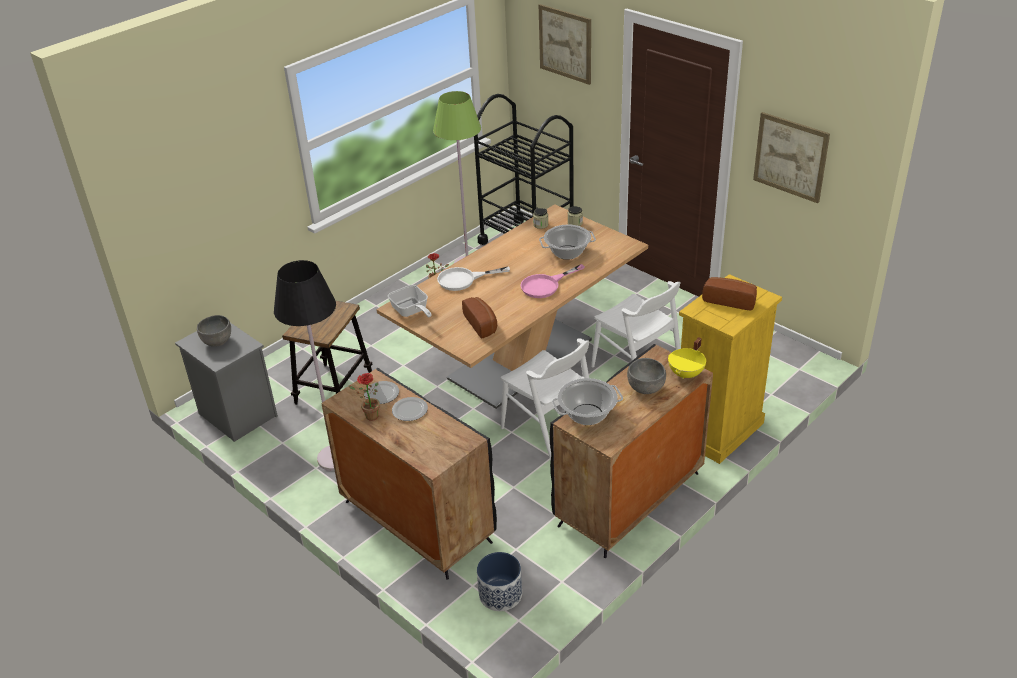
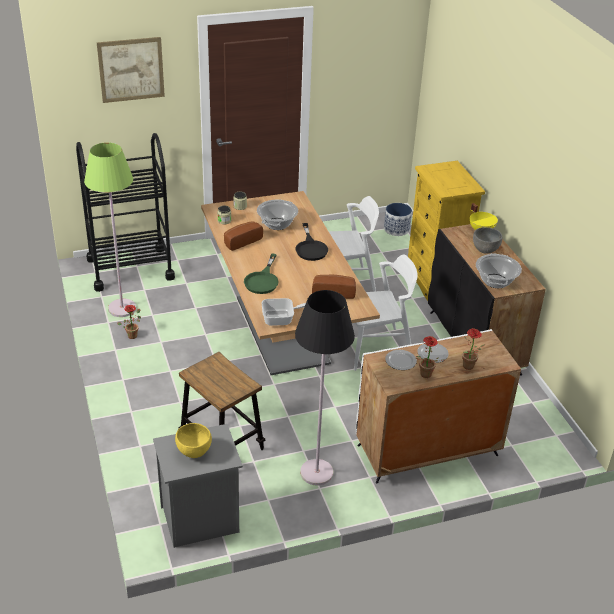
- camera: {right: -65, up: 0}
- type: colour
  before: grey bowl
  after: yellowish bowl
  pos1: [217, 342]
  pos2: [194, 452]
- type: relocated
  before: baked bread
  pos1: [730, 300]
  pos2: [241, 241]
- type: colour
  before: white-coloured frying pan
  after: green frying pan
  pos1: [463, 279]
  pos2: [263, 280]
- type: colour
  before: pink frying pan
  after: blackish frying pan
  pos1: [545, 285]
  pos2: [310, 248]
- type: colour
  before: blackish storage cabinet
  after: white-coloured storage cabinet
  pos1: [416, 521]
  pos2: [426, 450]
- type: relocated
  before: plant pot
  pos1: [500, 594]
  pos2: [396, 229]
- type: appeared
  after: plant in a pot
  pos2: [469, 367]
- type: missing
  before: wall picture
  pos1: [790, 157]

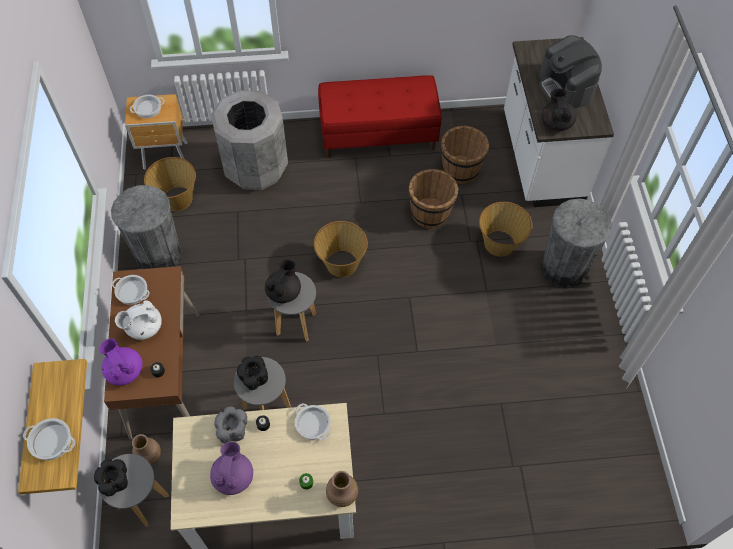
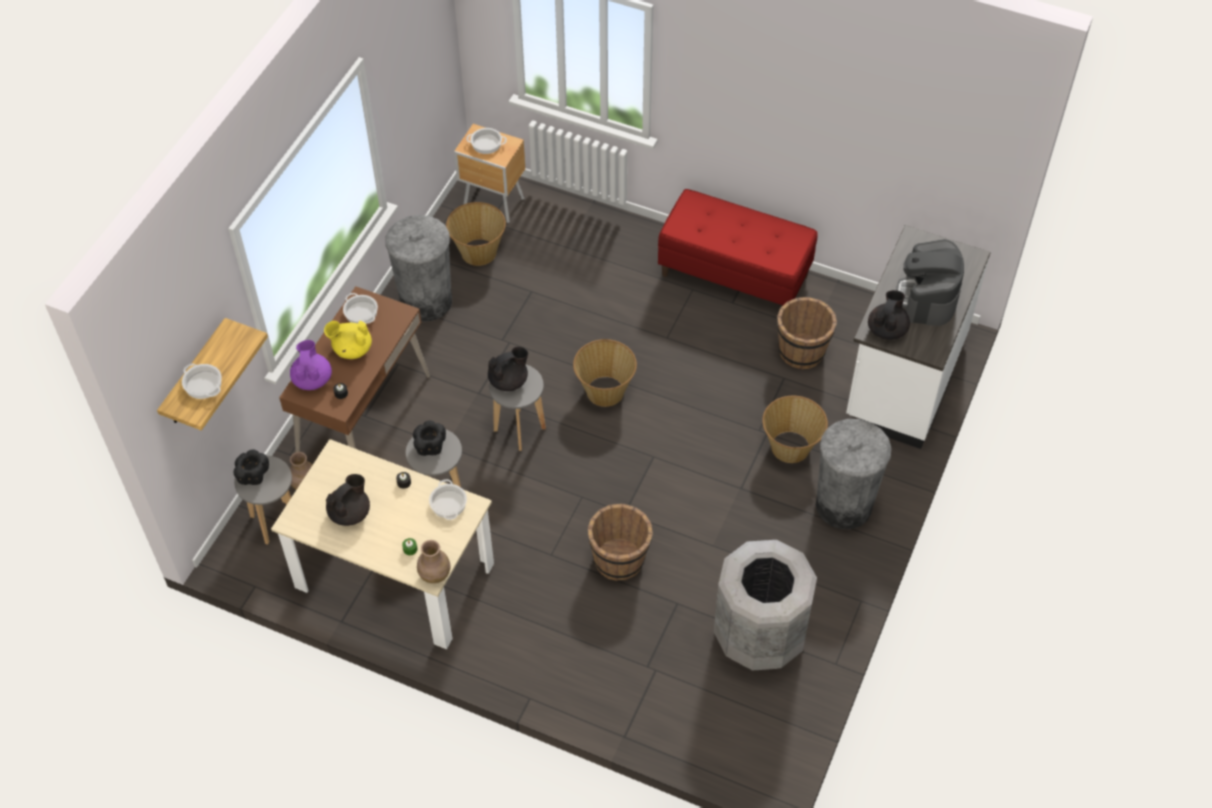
- camera: {right: 30, up: -5}
- type: colour
  before: white-coloured tea pot
  after: yellowish tea pot
  pos1: [143, 327]
  pos2: [352, 349]
- type: colour
  before: purple-coloured tea pot
  after: blackish tea pot
  pos1: [233, 476]
  pos2: [350, 513]
- type: relocated
  before: brown pail
  pos1: [430, 213]
  pos2: [619, 560]
- type: relocated
  before: grey trash can
  pos1: [256, 168]
  pos2: [760, 635]
- type: missing
  before: grey bowl
  pos1: [232, 429]

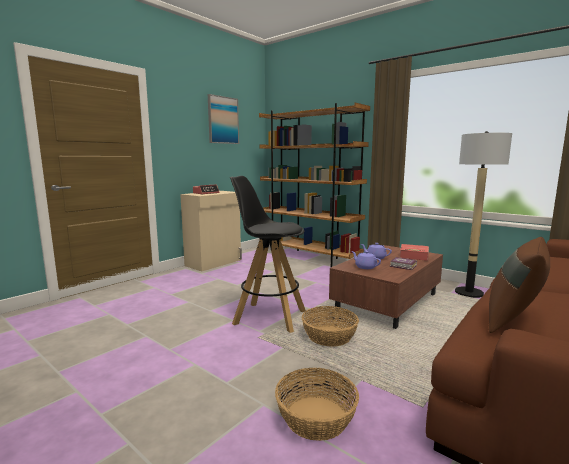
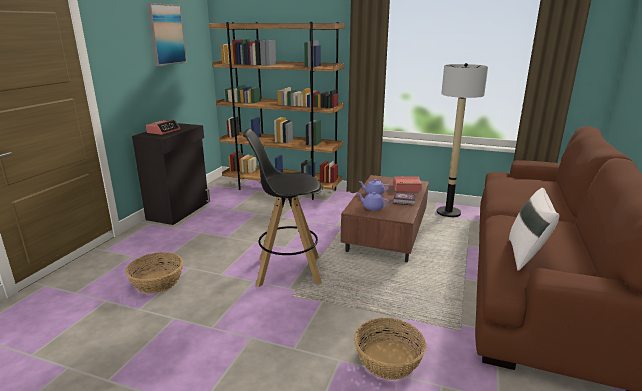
- camera: {right: -20, up: 10}
- type: relocated
  before: storage basket
  pos1: [329, 336]
  pos2: [157, 282]
- type: colour
  before: sand-coloured storage cabinet
  after: blackish storage cabinet
  pos1: [214, 263]
  pos2: [180, 210]
- type: colour
  before: brown cushion
  after: white-coloured cushion
  pos1: [513, 321]
  pos2: [526, 256]

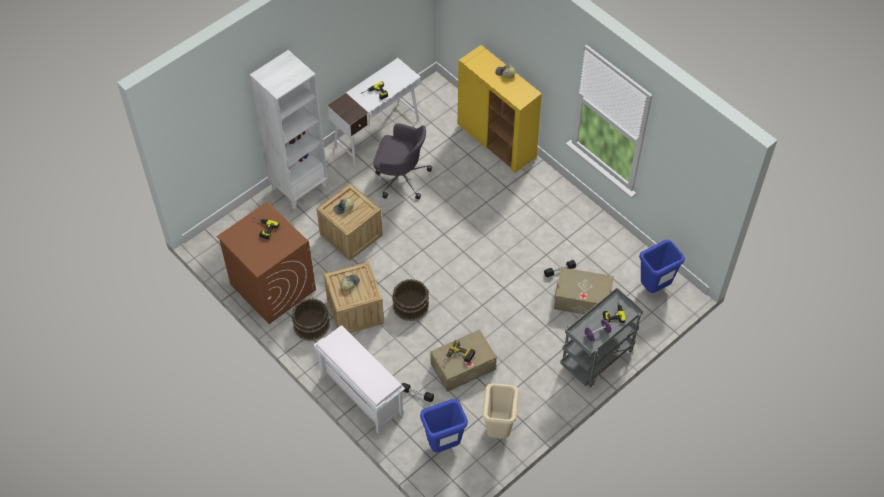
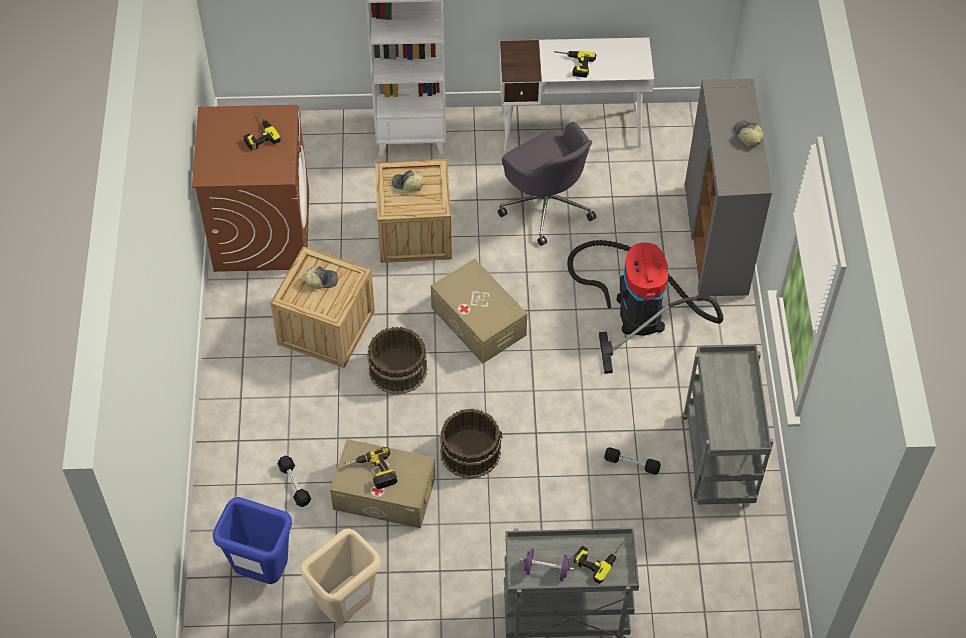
- camera: {right: 40, up: 0}
- type: relocated
  before: sand-coloured storage container
  pos1: [582, 299]
  pos2: [478, 321]
- type: relocated
  before: brown pail
  pos1: [311, 324]
  pos2: [470, 451]
- type: appeared
  after: vacuum cleaner
  pos2: [637, 308]
- type: appeared
  after: grey cart
  pos2: [719, 461]
- type: colour
  before: yellowish storage cabinet
  after: grey storage cabinet
  pos1: [497, 141]
  pos2: [716, 241]
- type: missing
  before: white-coloured long seat
  pos1: [360, 394]
- type: missing
  before: bluish trash can
  pos1: [654, 287]

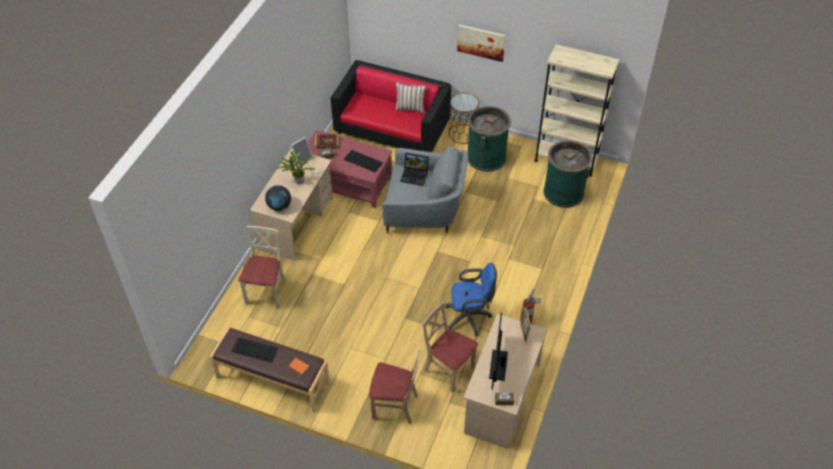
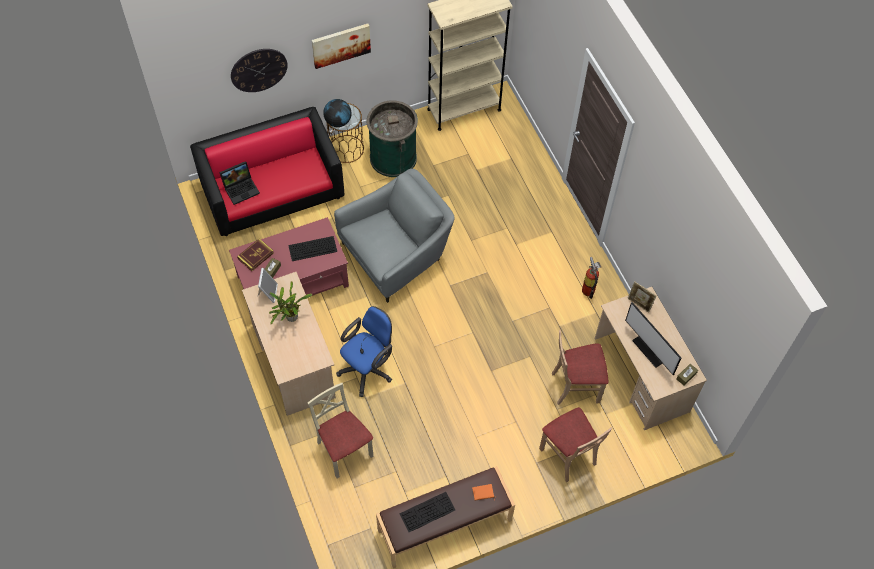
- camera: {right: -45, up: 10}
- type: relocated
  before: notebook computer
  pos1: [415, 175]
  pos2: [241, 188]
- type: appeared
  after: wall clock
  pos2: [259, 70]
- type: relocated
  before: world globe
  pos1: [279, 206]
  pos2: [338, 121]
- type: relocated
  before: bluish computer chair
  pos1: [469, 317]
  pos2: [368, 368]
- type: spun
  before: sand-coloured upright chair
  pos1: [395, 406]
  pos2: [568, 455]
  turn: 90
- type: missing
  before: cushion
  pos1: [410, 108]
- type: missing
  before: green trash can
  pos1: [563, 192]

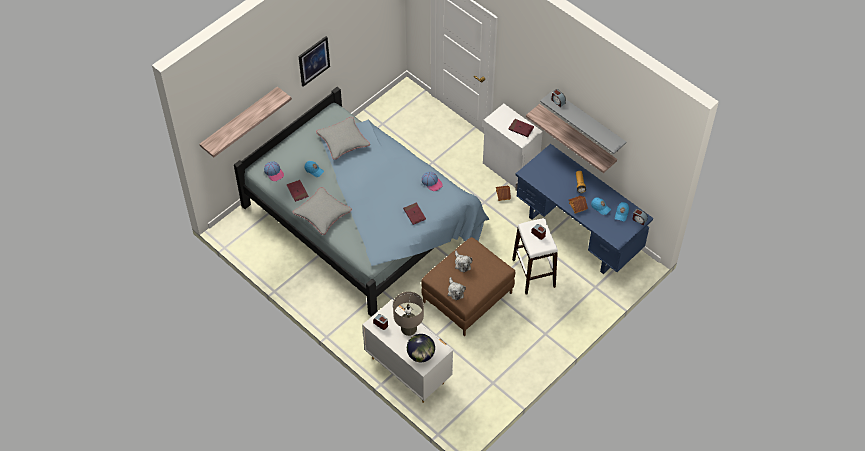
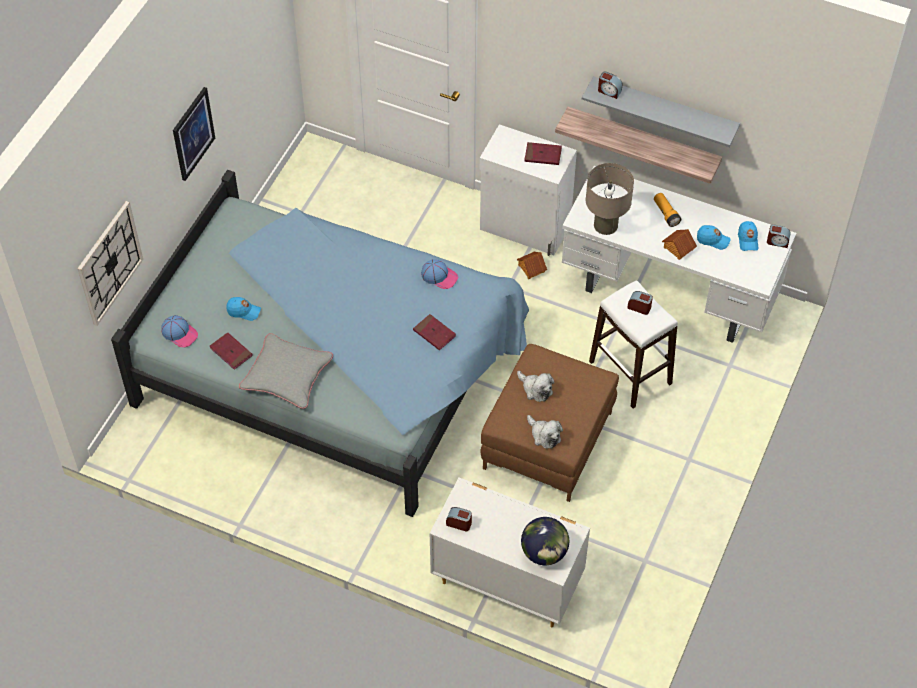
- camera: {right: -20, up: 0}
- type: exchanged
  before: wall shelf
  after: wall clock
  pos1: [240, 121]
  pos2: [109, 263]
- type: colour
  before: bluish desk unit
  after: white-coloured desk unit
  pos1: [578, 234]
  pos2: [669, 294]
- type: relocated
  before: sand-coloured tabletop lamp
  pos1: [408, 328]
  pos2: [605, 225]
- type: missing
  before: grey cushion
  pos1: [343, 141]

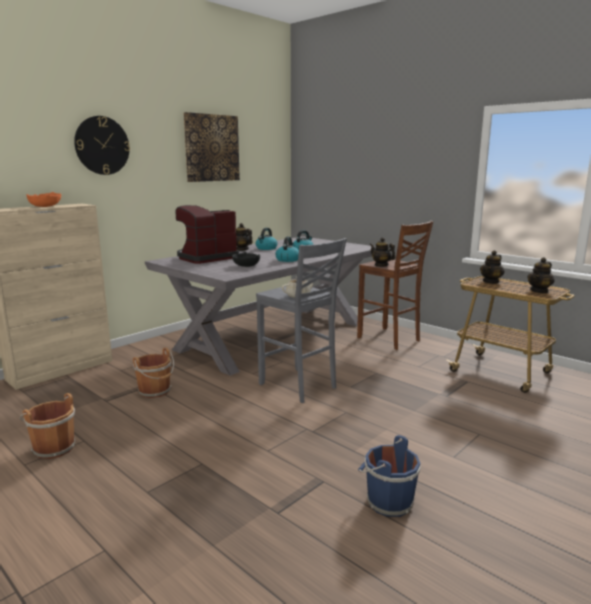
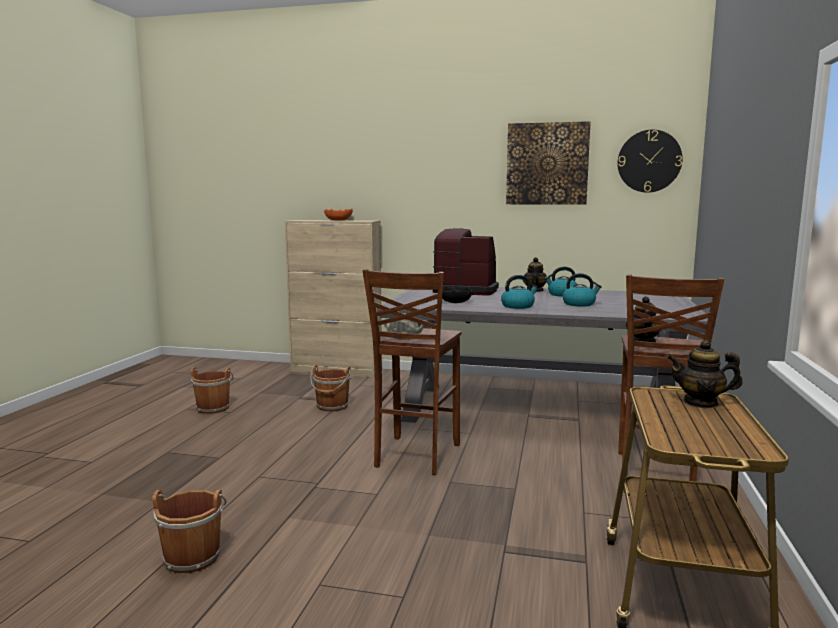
- camera: {right: 60, up: -5}
- type: colour
  before: bluish pail
  after: brown pail
  pos1: [387, 502]
  pos2: [192, 556]
- type: colour
  before: grey sitting stool
  after: brown sitting stool
  pos1: [299, 386]
  pos2: [415, 456]
- type: relocated
  before: wall clock
  pos1: [102, 145]
  pos2: [649, 161]
- type: missing
  before: tea pot
  pos1: [539, 291]

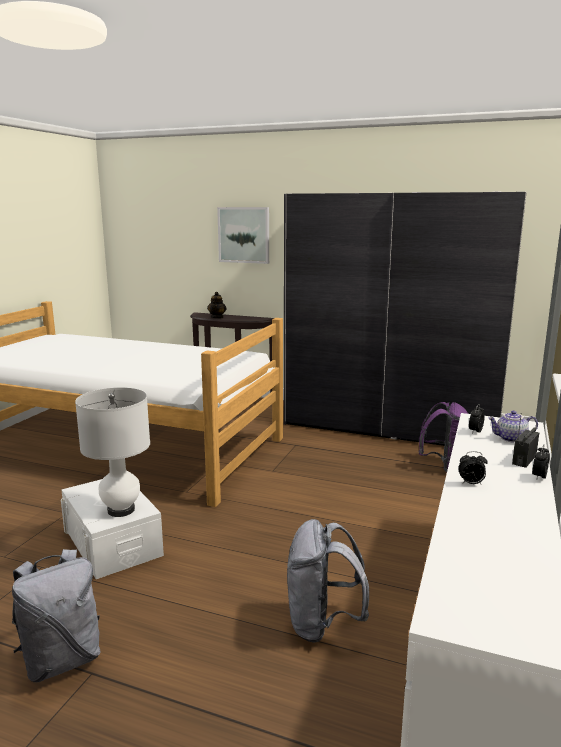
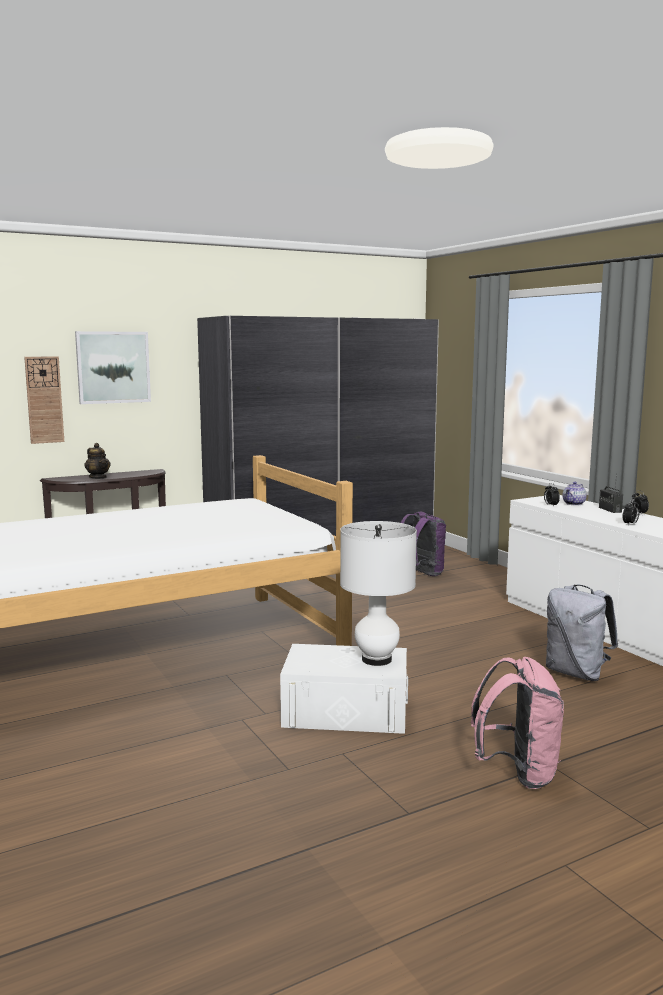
- camera: {right: -50, up: -5}
- type: appeared
  after: wall clock
  pos2: [44, 400]
- type: colour
  before: grey backpack
  after: pink backpack
  pos1: [62, 660]
  pos2: [518, 773]

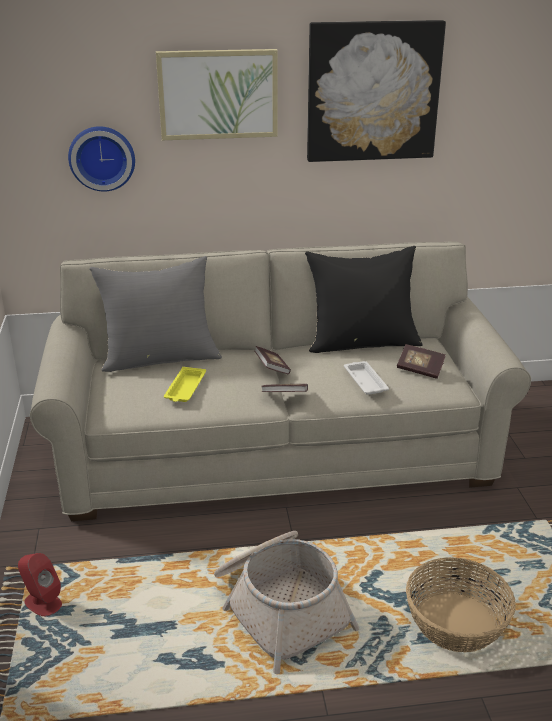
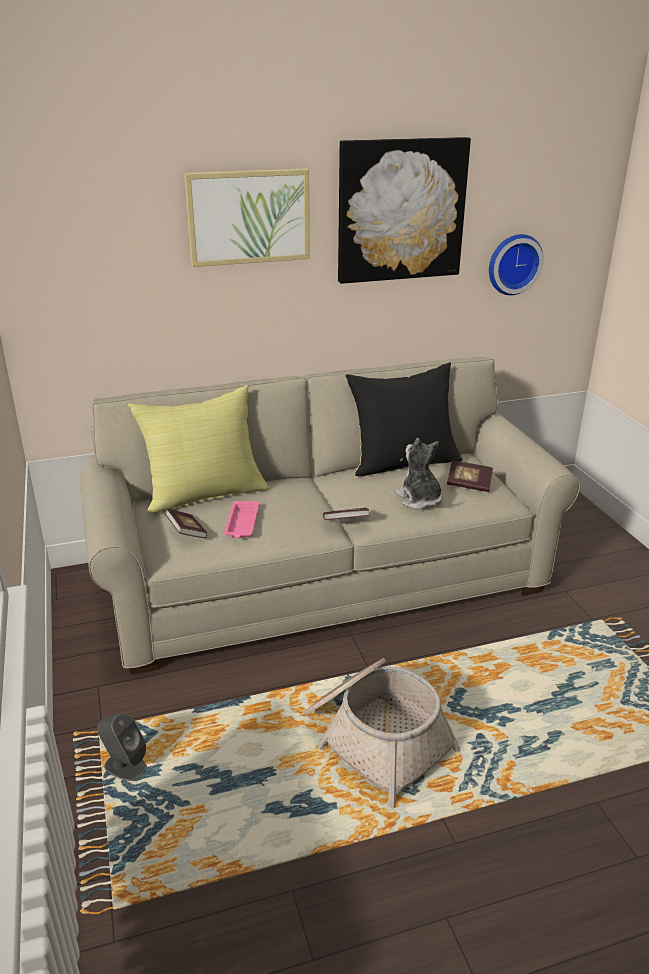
- camera: {right: -10, up: 0}
- type: colour
  before: reddish speaker
  after: grey speaker
  pos1: [43, 603]
  pos2: [125, 767]
- type: colour
  before: grey cushion
  after: yellowish cushion
  pos1: [160, 358]
  pos2: [205, 494]
- type: relocated
  before: volume
  pos1: [272, 368]
  pos2: [186, 532]
- type: colour
  before: yellowish serving tray
  after: pink serving tray
  pos1: [185, 389]
  pos2: [242, 523]
- type: exchanged
  before: white-coloured serving tray
  after: soft toy
  pos1: [364, 381]
  pos2: [420, 500]
- type: relocated
  before: wall clock
  pos1: [102, 157]
  pos2: [513, 263]
- type: missing
  before: storage basket
  pos1: [455, 621]

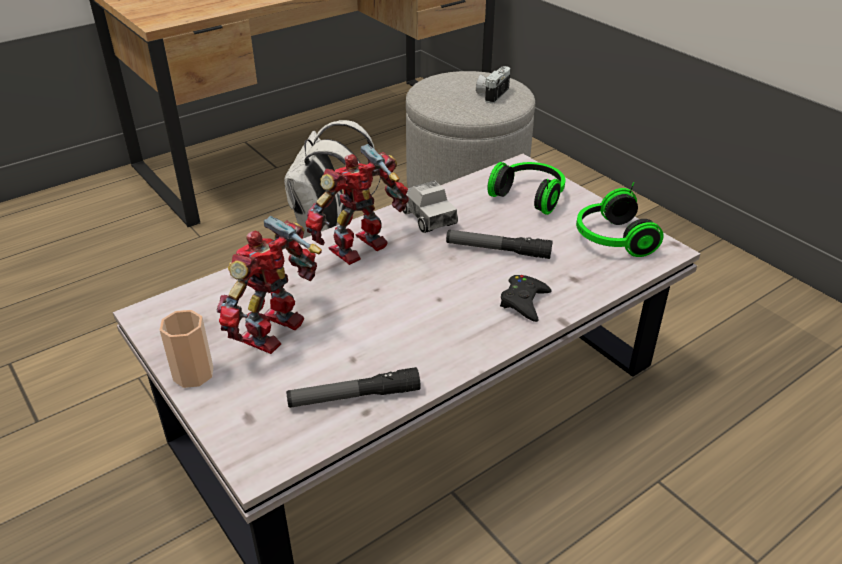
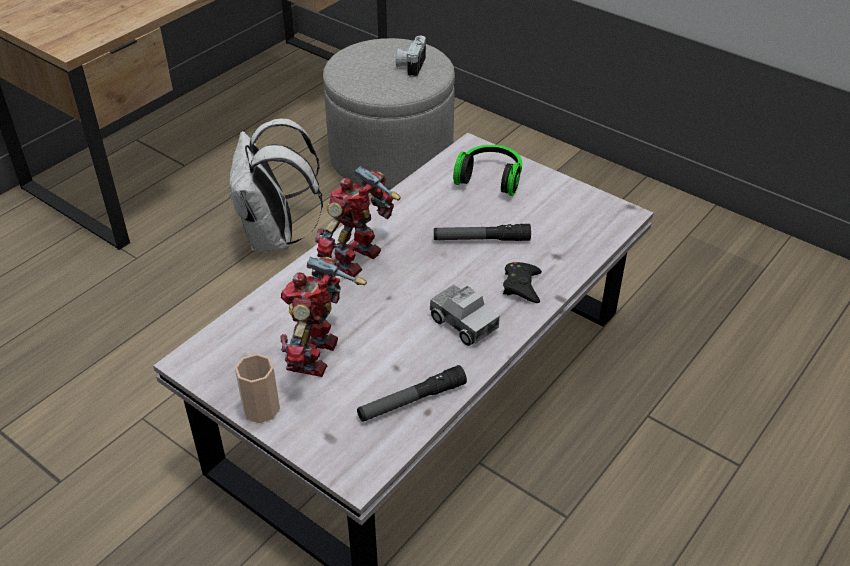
- camera: {right: -15, up: 5}
- type: relocated
  before: toy truck
  pos1: [428, 217]
  pos2: [463, 323]
- type: missing
  before: pair of headphones
  pos1: [611, 239]

